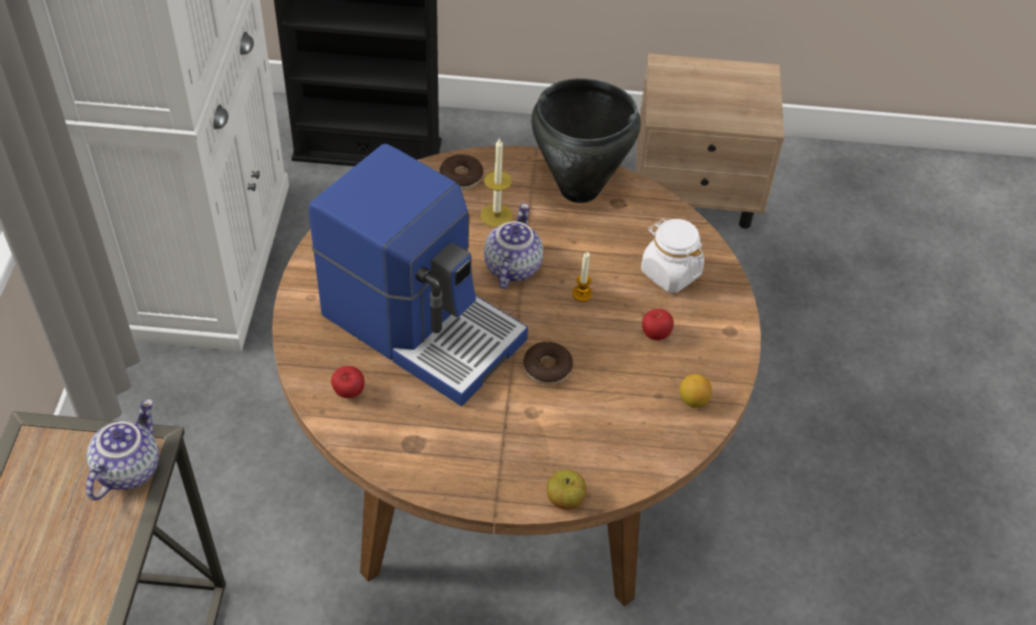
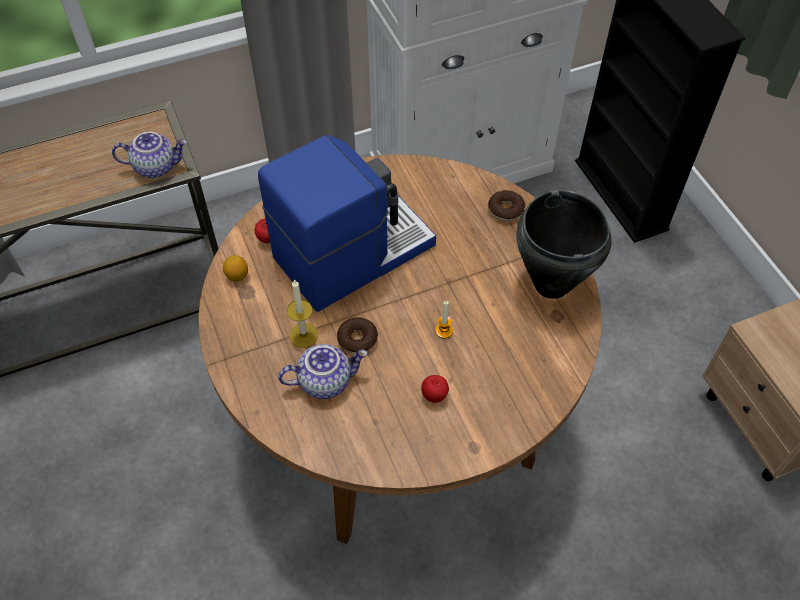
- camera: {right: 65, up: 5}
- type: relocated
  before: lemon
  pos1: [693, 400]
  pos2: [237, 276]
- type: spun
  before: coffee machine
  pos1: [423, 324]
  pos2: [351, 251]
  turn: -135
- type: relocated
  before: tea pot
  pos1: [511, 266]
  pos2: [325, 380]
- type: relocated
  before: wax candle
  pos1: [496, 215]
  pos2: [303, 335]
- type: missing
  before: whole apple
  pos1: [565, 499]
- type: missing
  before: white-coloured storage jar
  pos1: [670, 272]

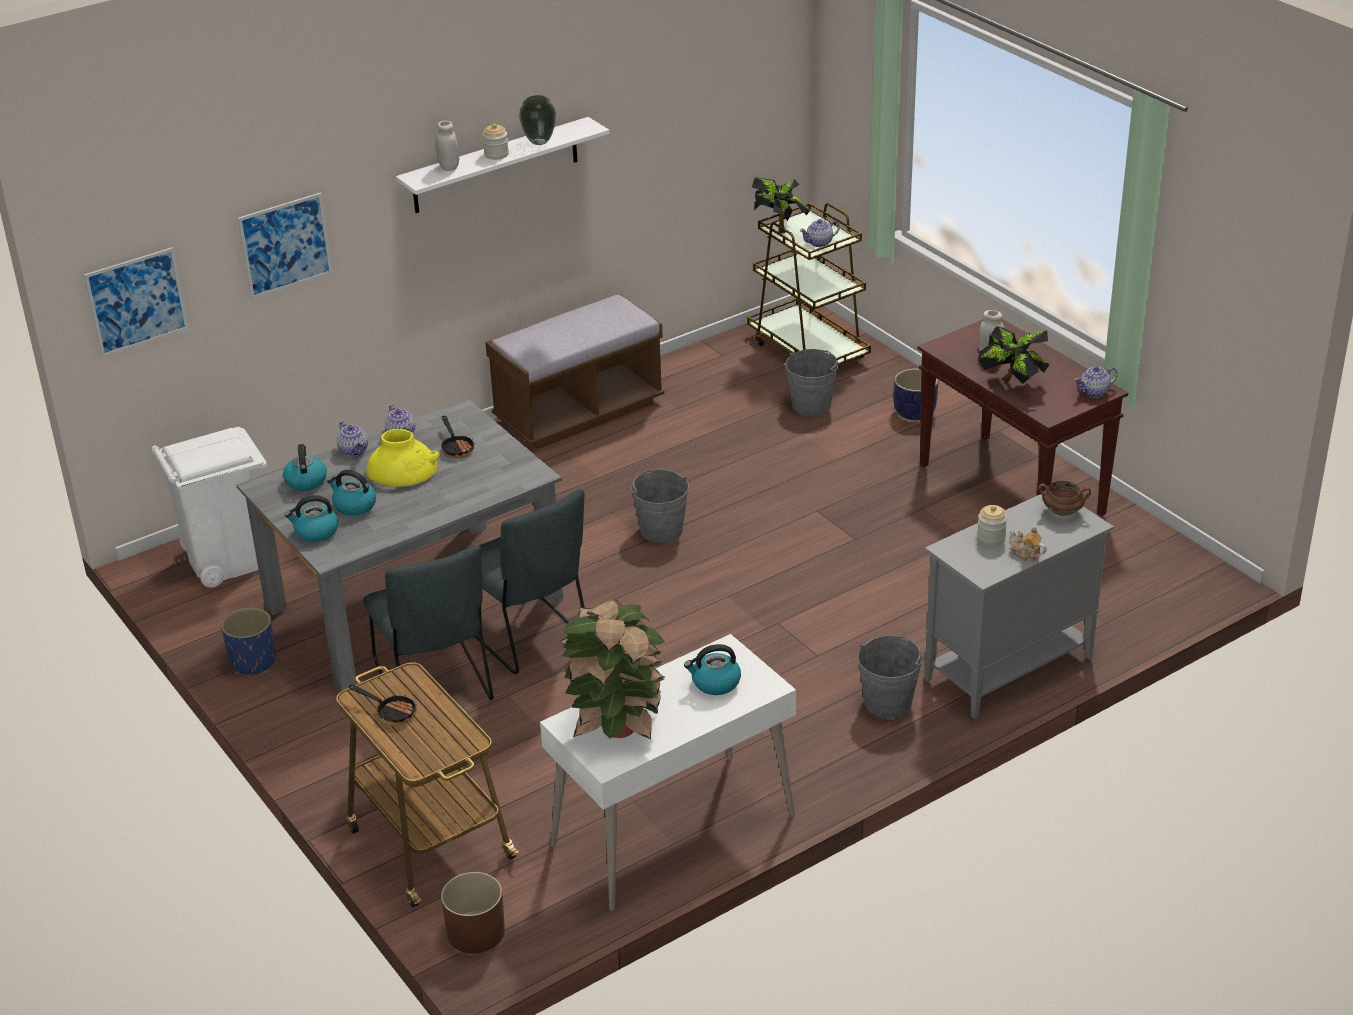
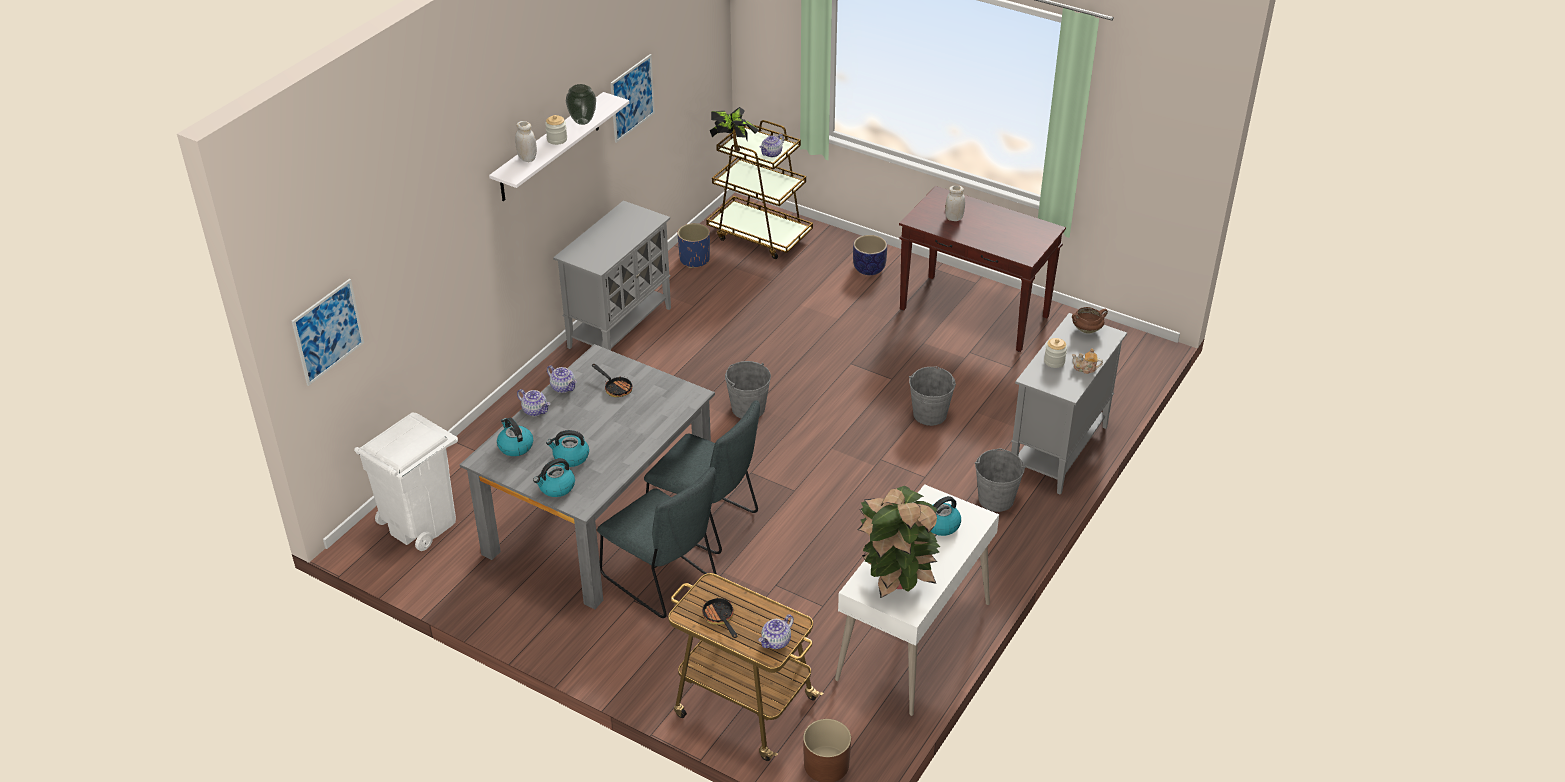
- camera: {right: -25, up: 5}
- type: exchanged
  before: brown long seat
  after: grey storage cabinet
  pos1: [579, 412]
  pos2: [620, 327]
- type: relocated
  before: wall picture
  pos1: [285, 245]
  pos2: [632, 98]
- type: relocated
  before: bluish plant pot
  pos1: [253, 662]
  pos2: [694, 260]
- type: spun
  before: frying pan
  pos1: [391, 712]
  pos2: [720, 618]
  turn: -120
- type: relocated
  before: tea pot
  pos1: [1094, 392]
  pos2: [776, 642]
- type: relocated
  before: grey pail
  pos1: [811, 405]
  pos2: [929, 414]
- type: missing
  before: yellowish vase
  pos1: [402, 470]
- type: missing
  before: plant in a pot
  pos1: [1012, 383]

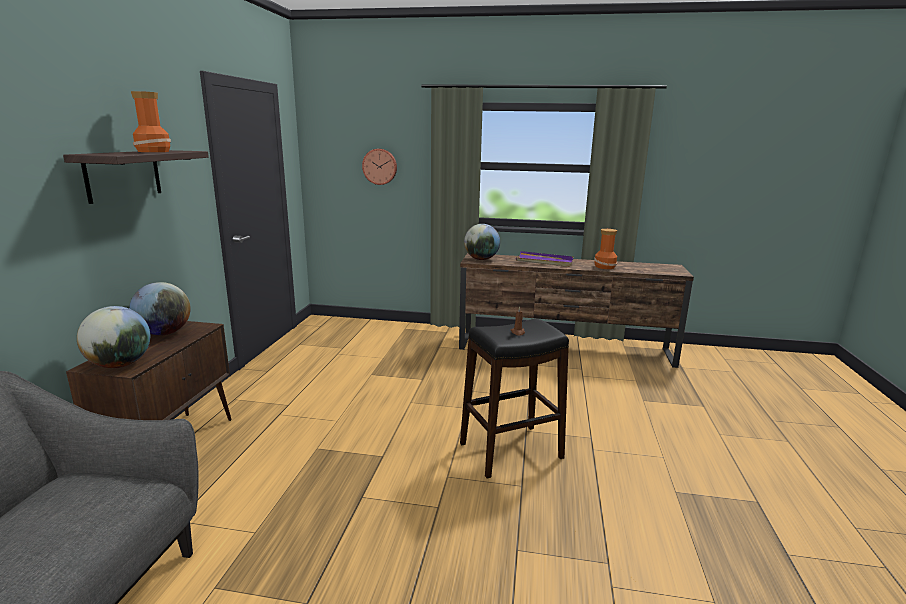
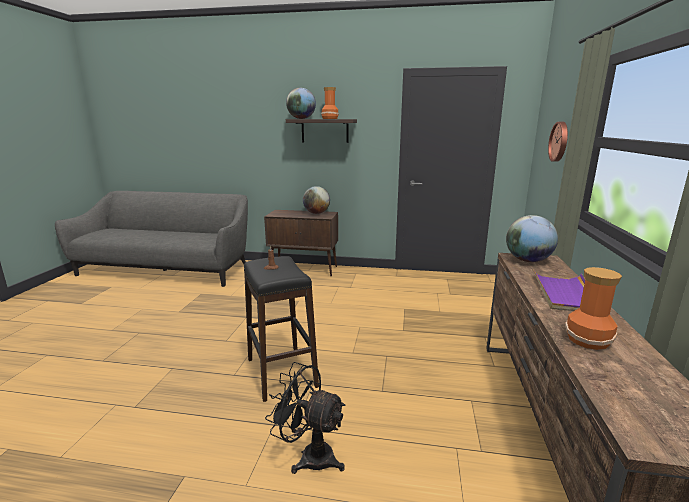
- camera: {right: 90, up: 0}
- type: appeared
  after: blackish fan
  pos2: [309, 455]
- type: relocated
  before: world globe
  pos1: [120, 365]
  pos2: [301, 119]

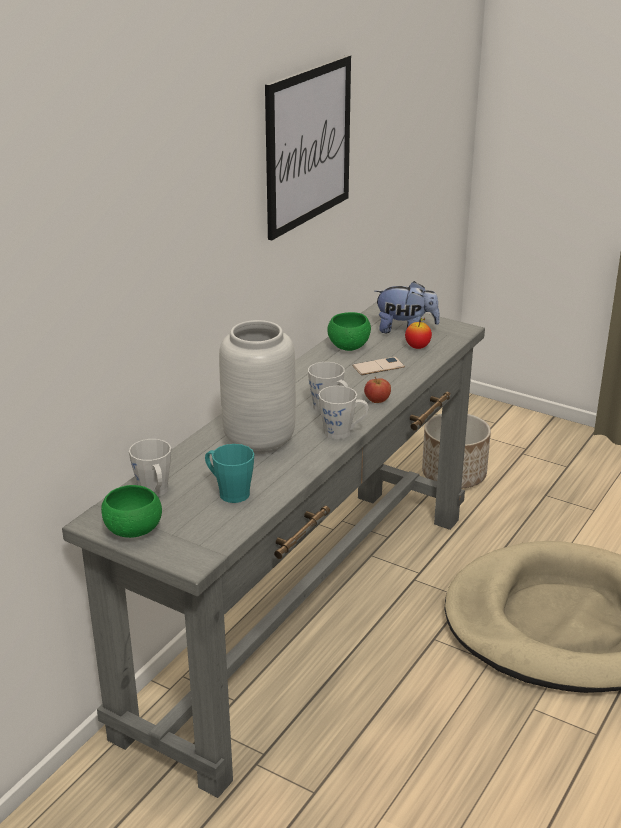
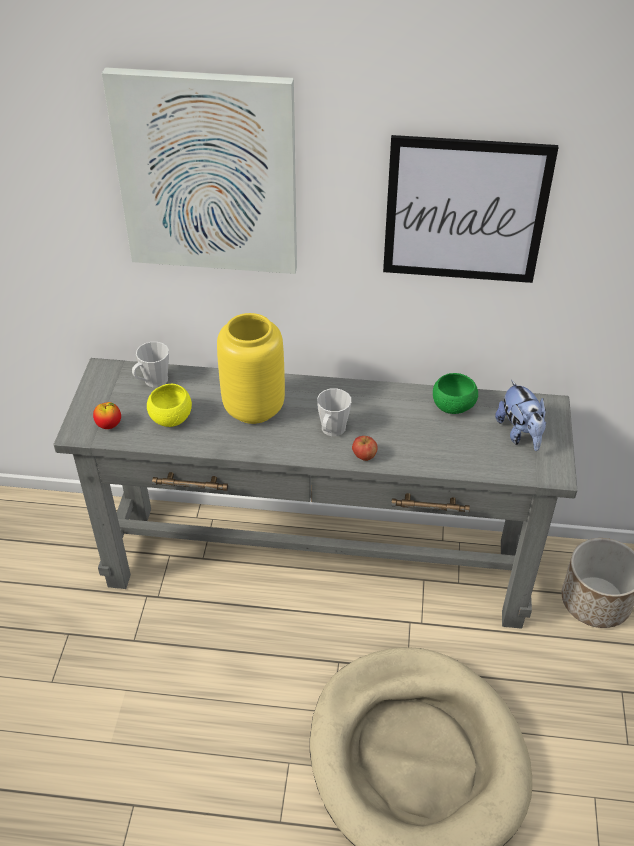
- camera: {right: 65, up: 15}
- type: relocated
  before: whole apple
  pos1: [417, 347]
  pos2: [109, 425]
- type: appeared
  after: wall picture
  pos2: [207, 173]
- type: exchanged
  before: blue-green tea mug
  after: yellowish bowl
  pos1: [229, 492]
  pos2: [171, 419]
- type: colour
  before: grey vase
  after: yellowish vase
  pos1: [261, 440]
  pos2: [254, 409]
- type: missing
  before: green bowl
  pos1: [133, 531]
- type: missing
  before: grey tea mug
  pos1: [343, 432]
- type: missing
  before: phone
  pos1: [378, 366]

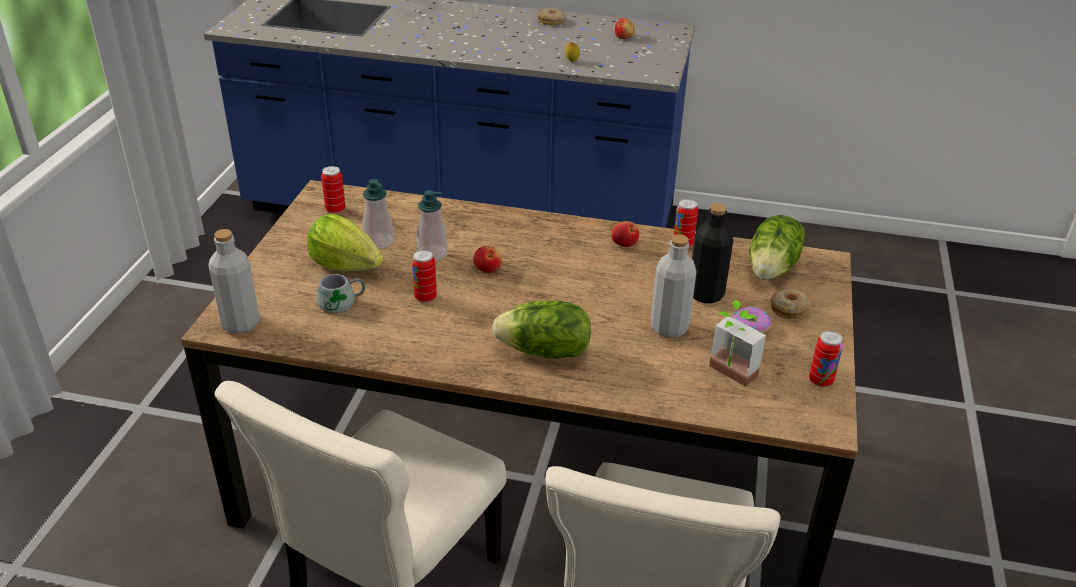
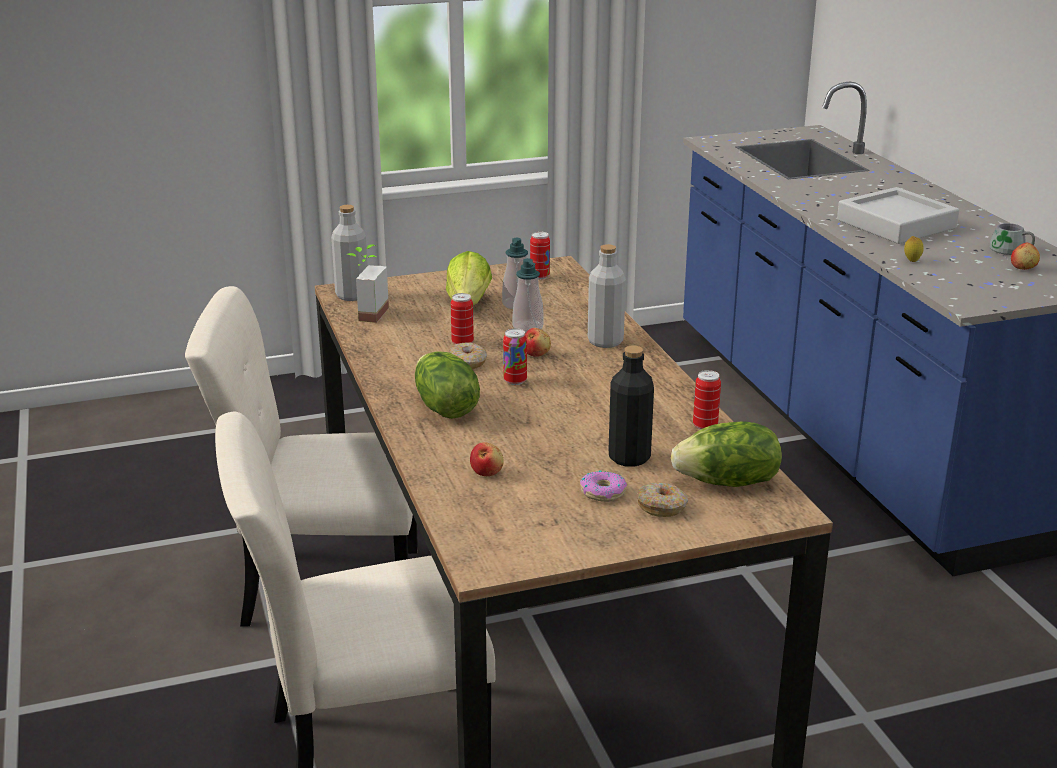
- camera: {right: 60, up: -10}
- type: relocated
  before: plant in a pot
  pos1: [727, 375]
  pos2: [366, 313]
- type: relocated
  before: donut
  pos1: [551, 21]
  pos2: [467, 362]
- type: relocated
  before: whole apple
  pos1: [624, 243]
  pos2: [487, 471]
- type: relocated
  before: sealed can
  pos1: [820, 381]
  pos2: [515, 381]
- type: relocated
  before: grey beverage bottle
  pos1: [669, 328]
  pos2: [605, 341]
- type: appeared
  after: grey serving tray
  pos2: [896, 224]
- type: relocated
  before: grey tea mug
  pos1: [342, 305]
  pos2: [1009, 252]

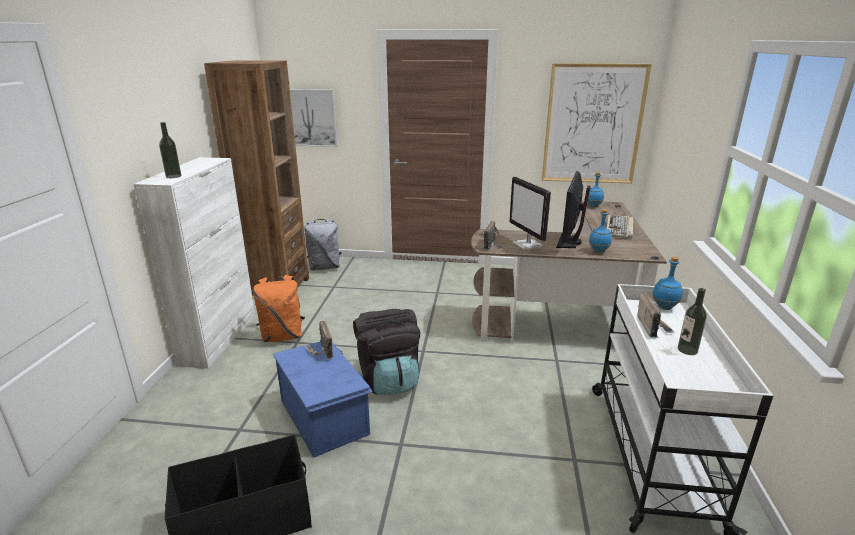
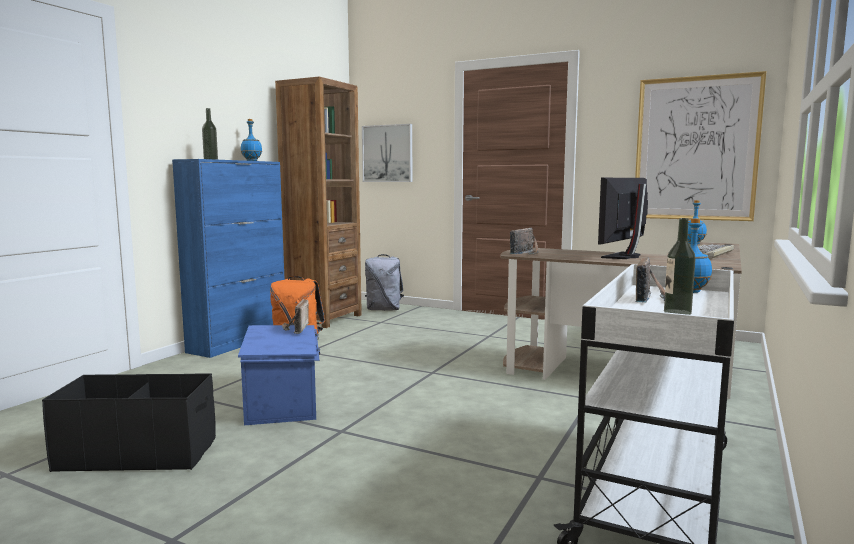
- camera: {right: 20, up: -15}
- type: colour
  before: white-coloured storage cabinet
  after: bluish storage cabinet
  pos1: [219, 338]
  pos2: [239, 341]
- type: relocated
  before: bluish beverage bottle
  pos1: [599, 251]
  pos2: [252, 161]
- type: missing
  before: blackish backpack
  pos1: [389, 379]
- type: missing
  before: computer screen
  pos1: [528, 245]

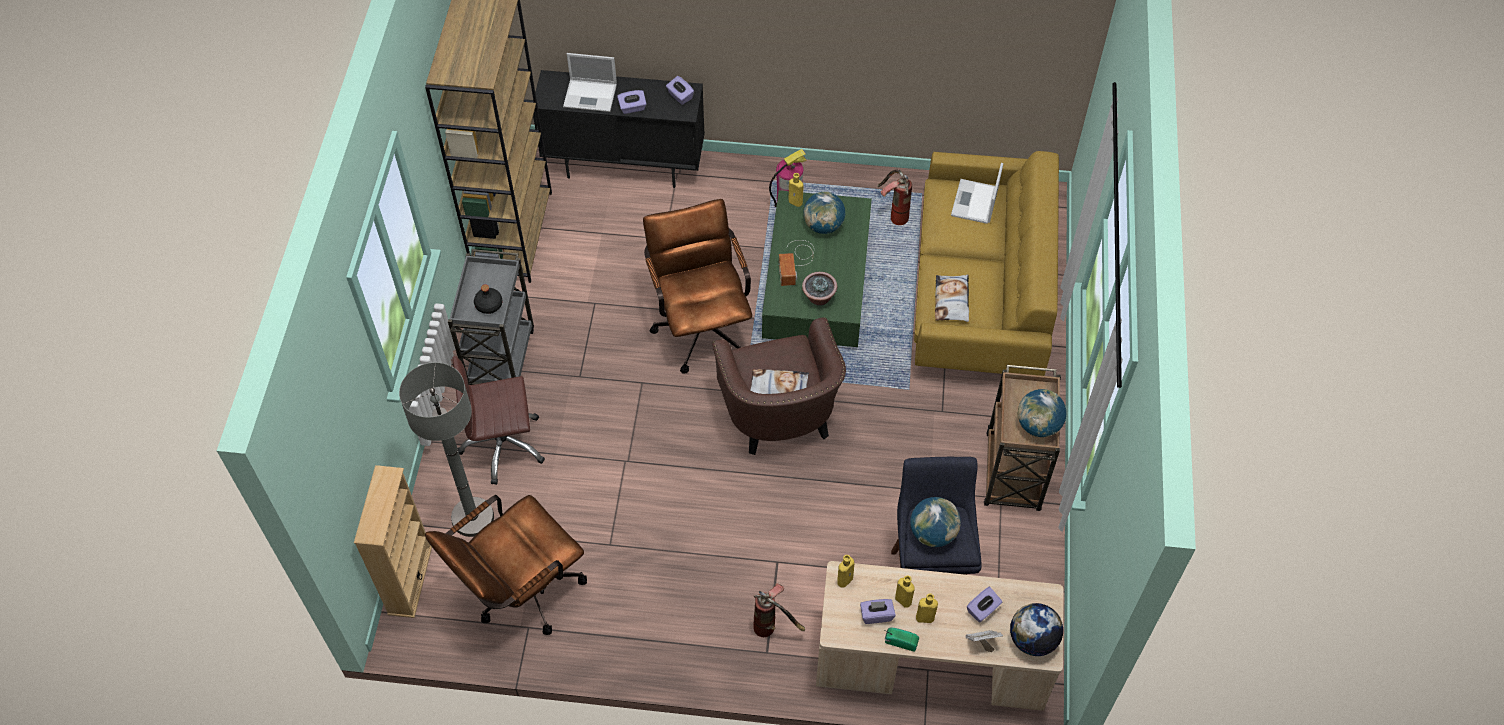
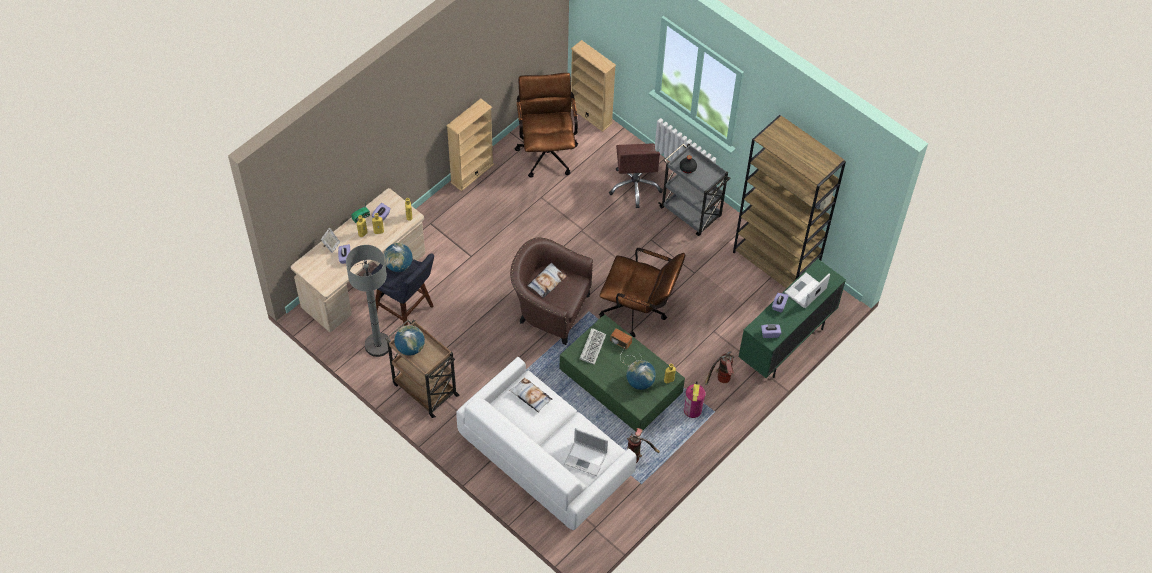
- camera: {right: 125, up: 0}
- type: relocated
  before: grey standing lamp
  pos1: [472, 517]
  pos2: [378, 345]
- type: appeared
  after: sand-coloured bookshelf
  pos2: [472, 173]
- type: colour
  before: yellowish settee
  after: white-coloured settee
  pos1: [979, 294]
  pos2: [545, 459]
- type: spun
  before: notebook computer
  pos1: [974, 203]
  pos2: [586, 458]
  turn: 150
- type: exchanged
  before: plant in a pot
  after: keyboard
  pos1: [818, 298]
  pos2: [592, 346]
- type: spun
  before: brown computer chair
  pos1: [503, 445]
  pos2: [635, 186]
  turn: 150
- type: relocated
  before: extinguisher
  pos1: [773, 627]
  pos2: [720, 381]
- type: colour
  before: blackish storage cabinet
  after: green storage cabinet
  pos1: [625, 166]
  pos2: [785, 344]
- type: missing
  before: world globe
  pos1: [1032, 639]

